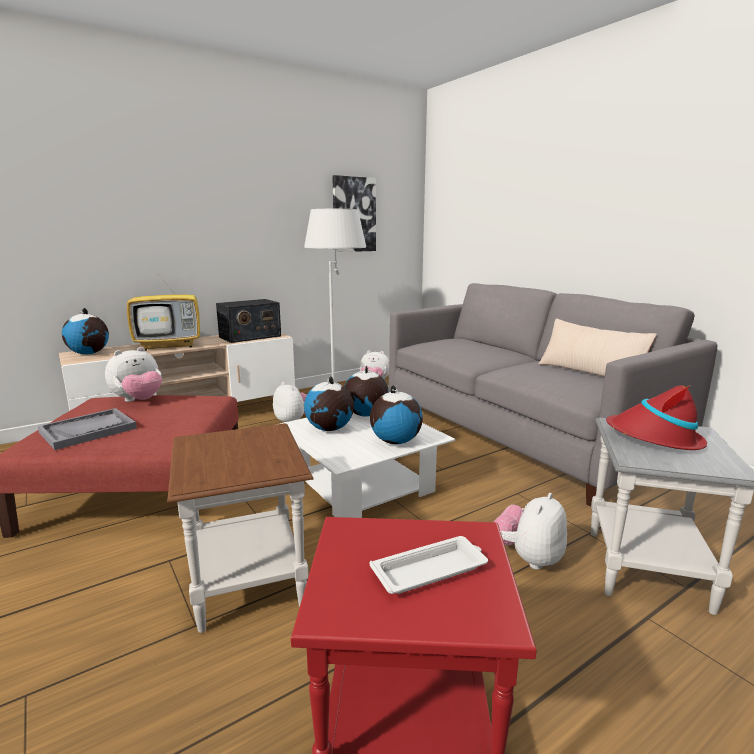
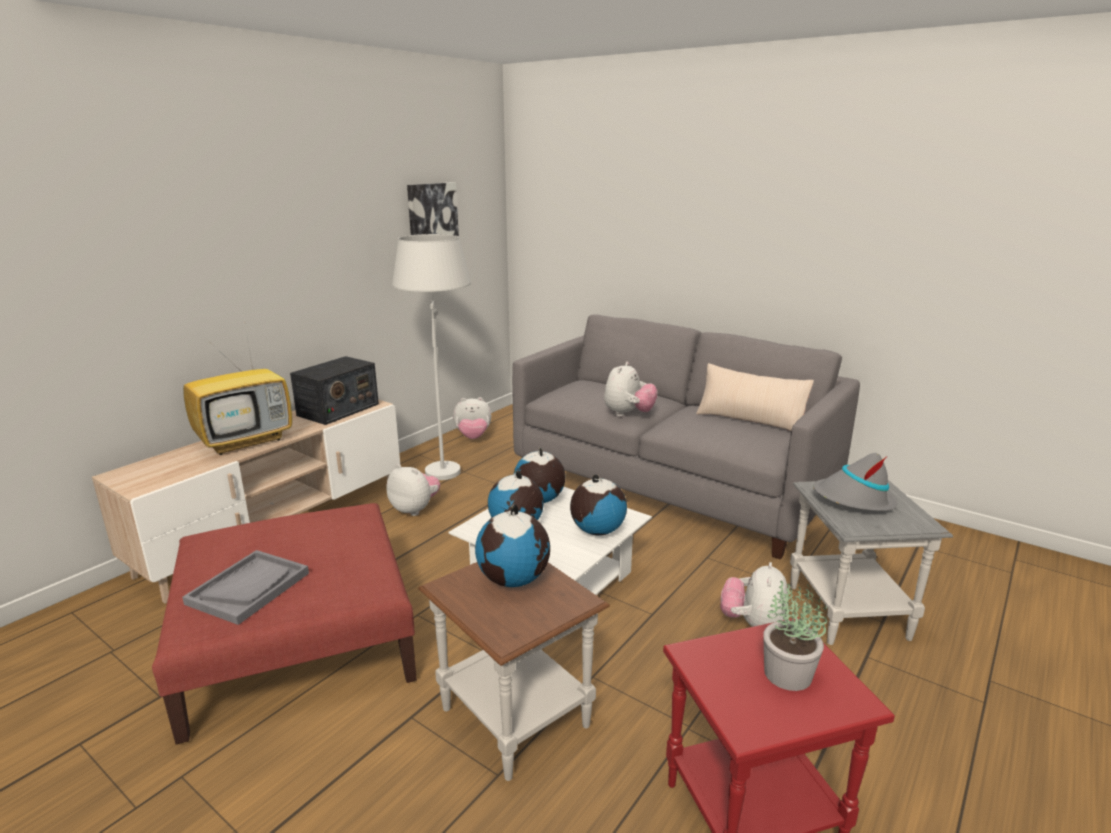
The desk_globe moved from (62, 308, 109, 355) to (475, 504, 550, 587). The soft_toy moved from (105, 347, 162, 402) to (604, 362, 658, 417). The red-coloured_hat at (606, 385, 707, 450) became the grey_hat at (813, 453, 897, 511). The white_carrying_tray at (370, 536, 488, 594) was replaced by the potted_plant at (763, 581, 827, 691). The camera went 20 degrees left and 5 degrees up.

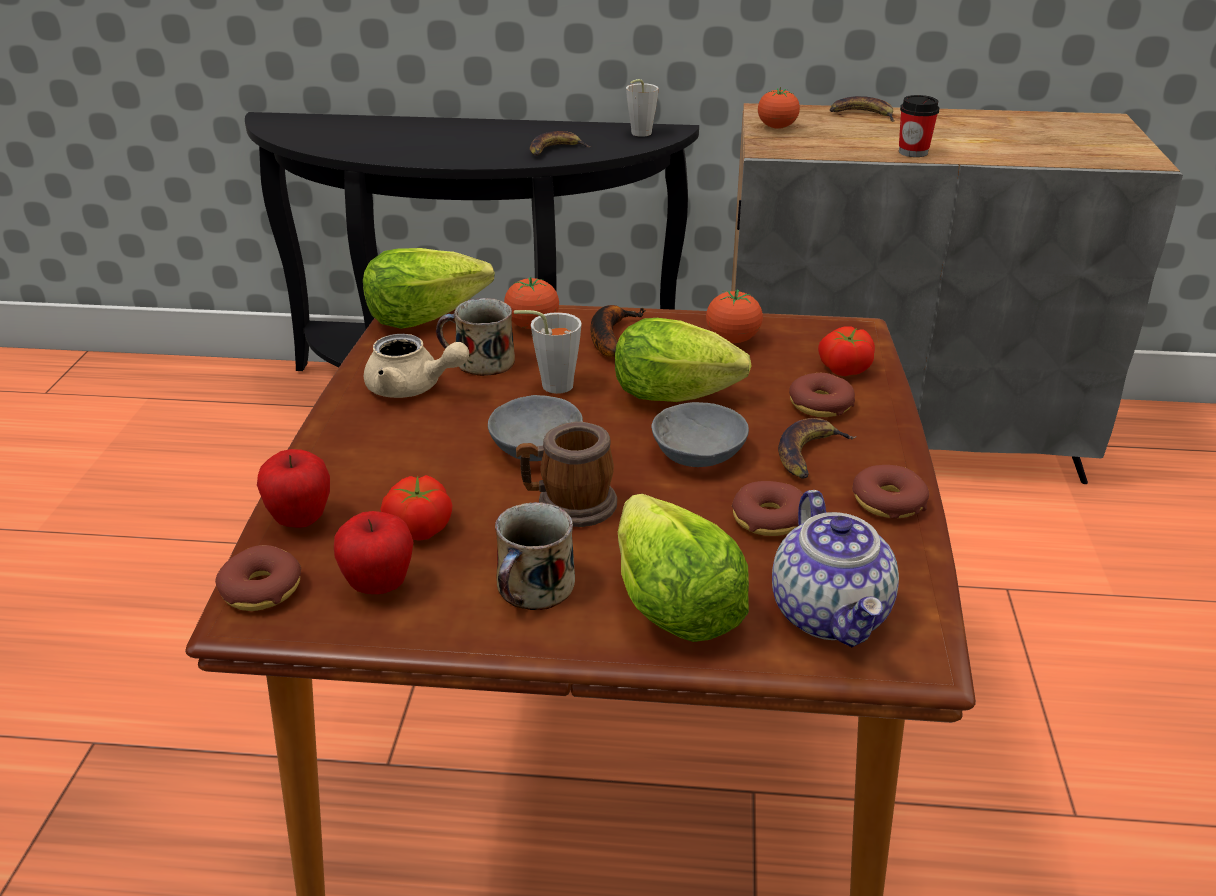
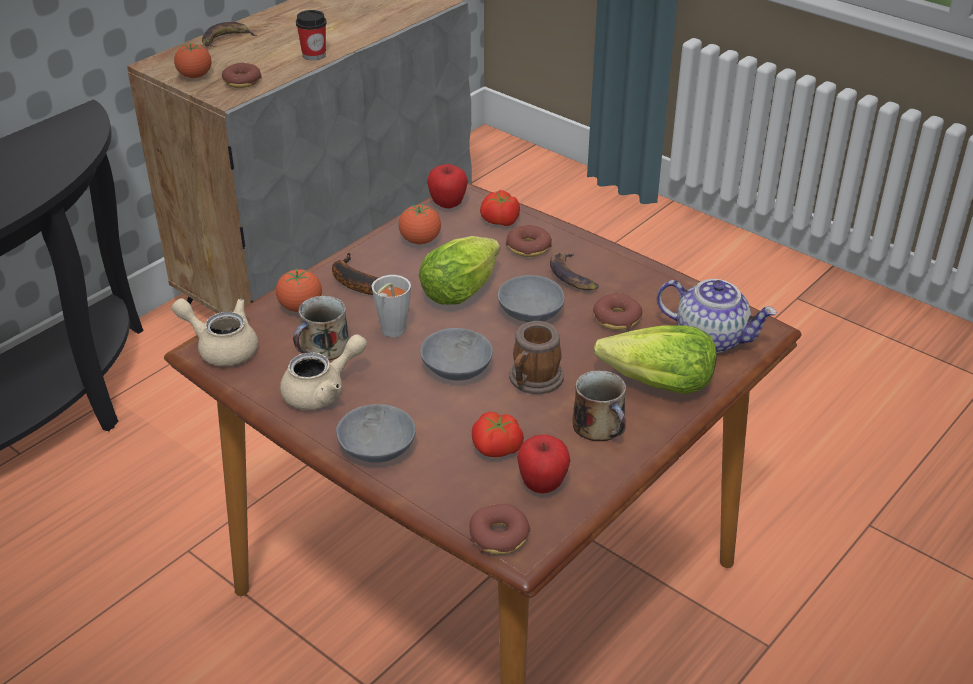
The grey_small_cup at (626, 79, 659, 137) disappeared. The banana at (530, 131, 592, 156) disappeared. The lettuce at (363, 248, 494, 329) was replaced by the sand-coloured_tea_pot at (171, 298, 258, 366). The apple moved from (257, 449, 330, 528) to (427, 164, 468, 209). The donut moved from (852, 465, 929, 518) to (222, 63, 262, 88). The grey_deep_dish at (336, 404, 416, 463) appeared. The camera went 55 degrees left and 5 degrees up.

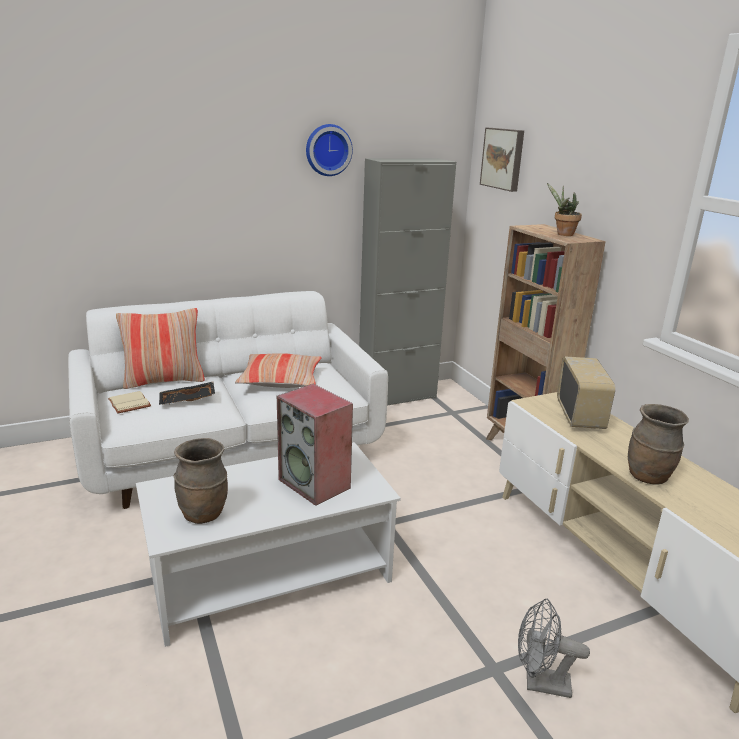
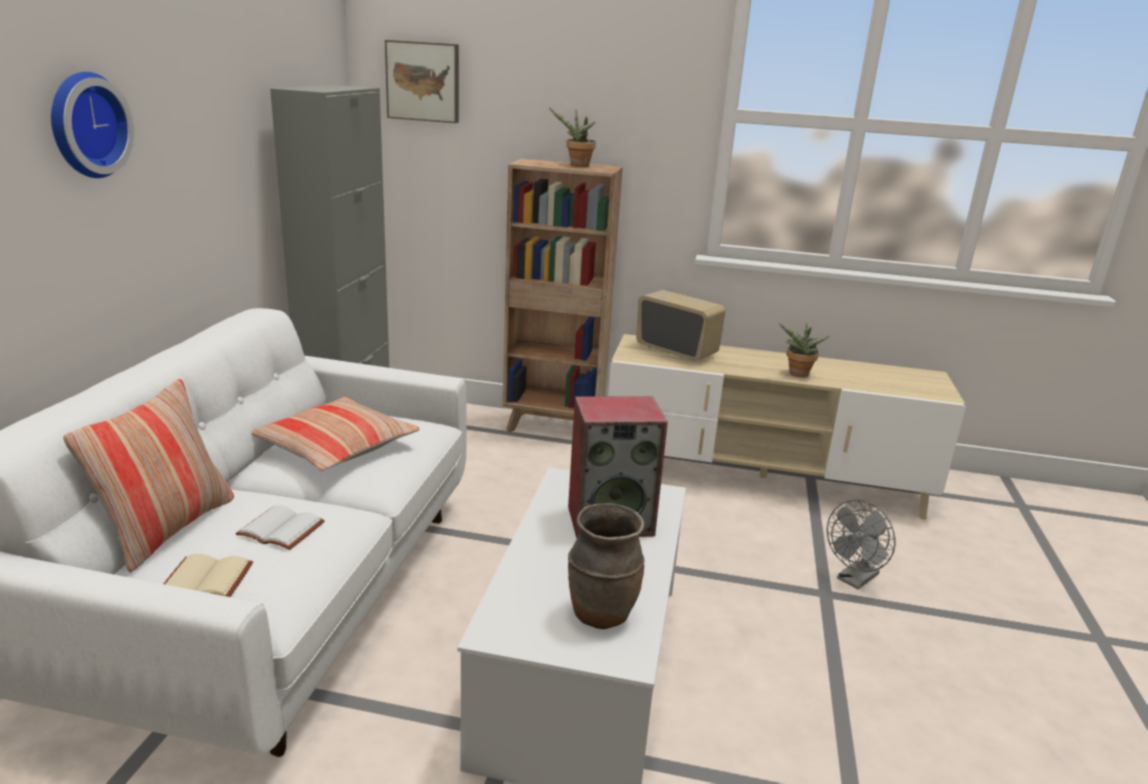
The clock_on_the_wall moved from (306, 124, 353, 176) to (51, 72, 134, 178). The blackish_carrying_tray at (159, 382, 215, 405) was replaced by the white_bound_book at (236, 505, 325, 550). The brown-coloured_vase at (628, 404, 689, 485) was replaced by the potted_plant at (779, 323, 829, 377). The camera went 55 degrees left and 0 degrees up.

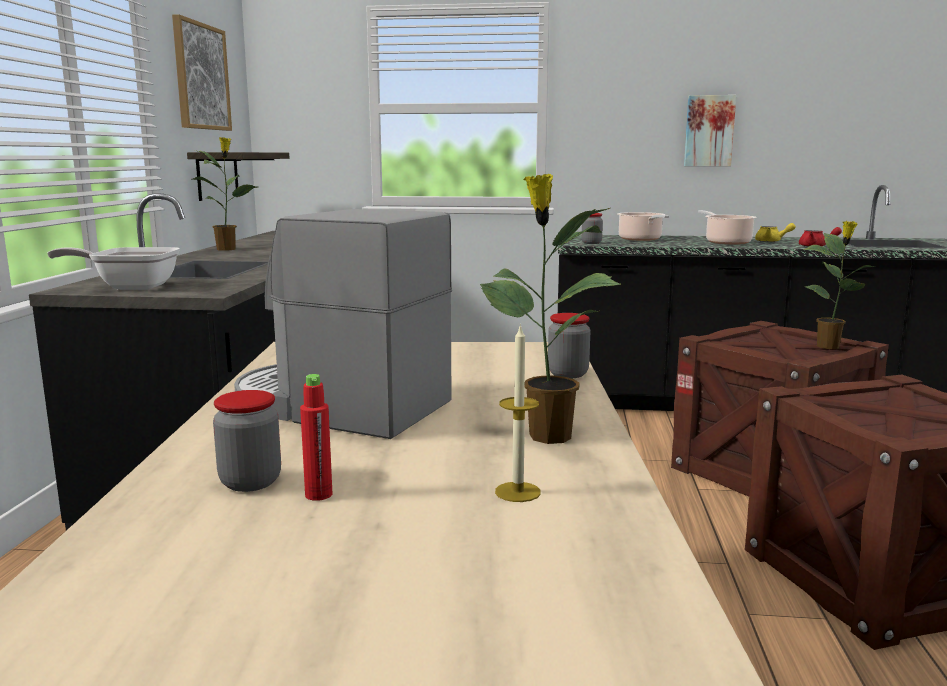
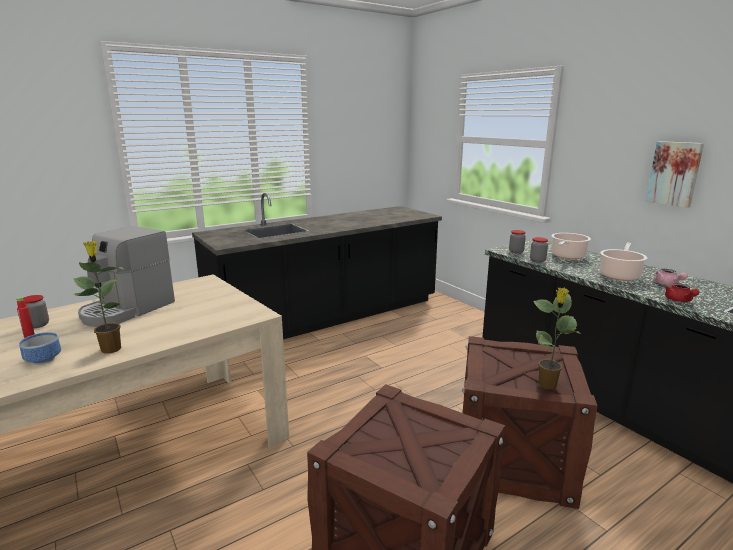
The picture at (172, 14, 232, 131) disappeared. The potted_plant at (192, 137, 258, 251) disappeared. The shelf at (187, 152, 289, 201) disappeared. The coffee_brewer at (234, 209, 452, 439) turned 135 degrees counterclockwise. The yellow_tea_pot at (755, 223, 796, 242) became the pinkish_tea_pot at (654, 269, 688, 286). The frying_pan at (47, 247, 180, 290) disappeared. The jar moved from (548, 313, 590, 378) to (530, 237, 548, 263). The wax_candle at (495, 324, 541, 502) was replaced by the deep_dish at (19, 332, 61, 365). The camera went 50 degrees right and 5 degrees up.

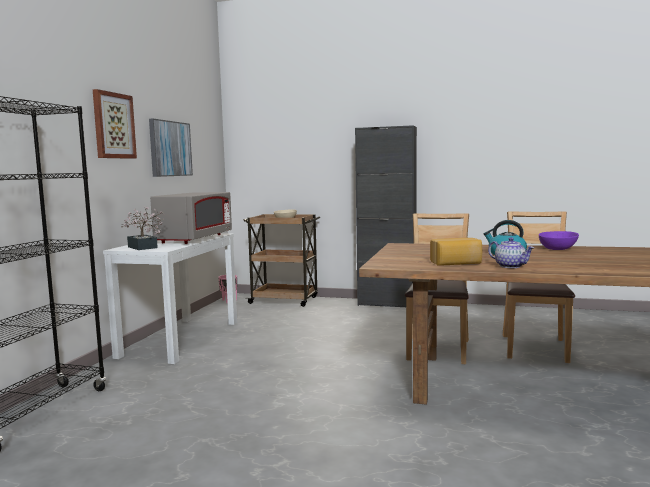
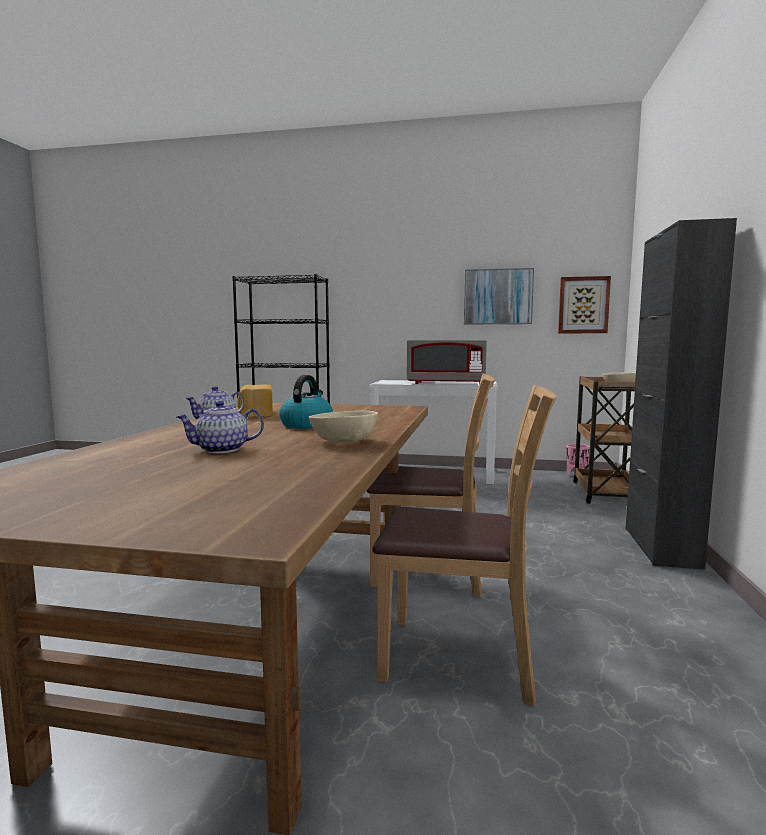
The picture moved from (93, 89, 137, 159) to (558, 276, 611, 333). The potted_plant at (121, 206, 165, 250) disappeared. The purple-coloured_deep_dish at (539, 231, 579, 250) became the sand-coloured_deep_dish at (309, 411, 378, 443). The tea_pot at (176, 401, 264, 453) appeared. The camera went 85 degrees right and 0 degrees up.

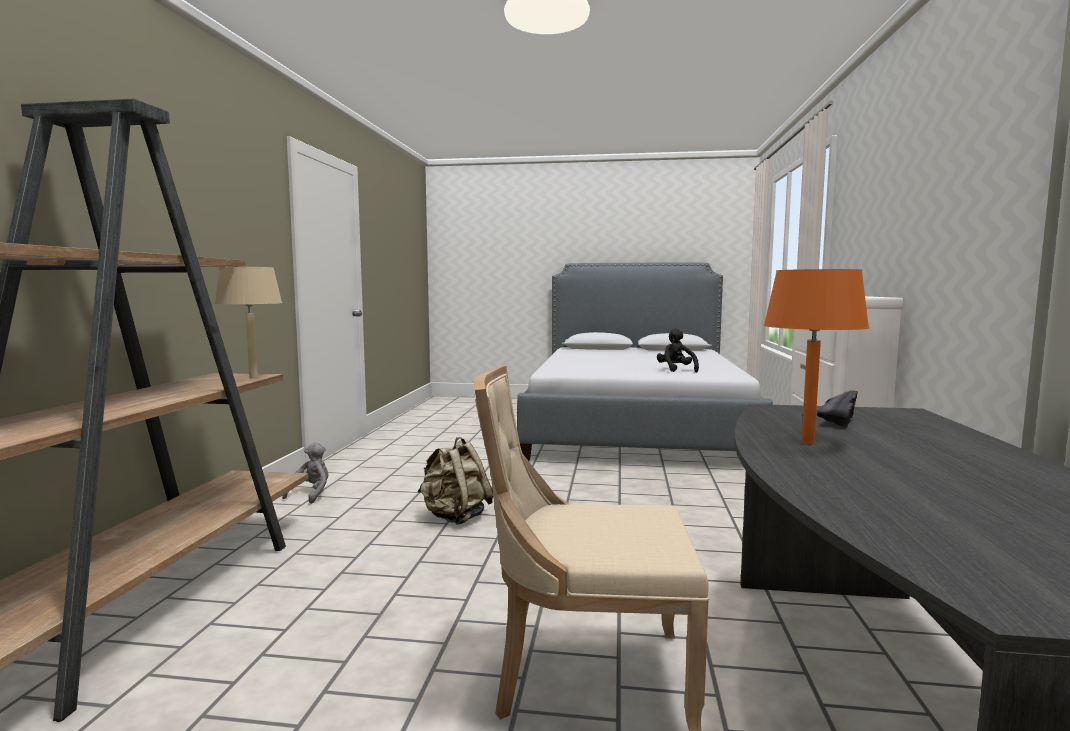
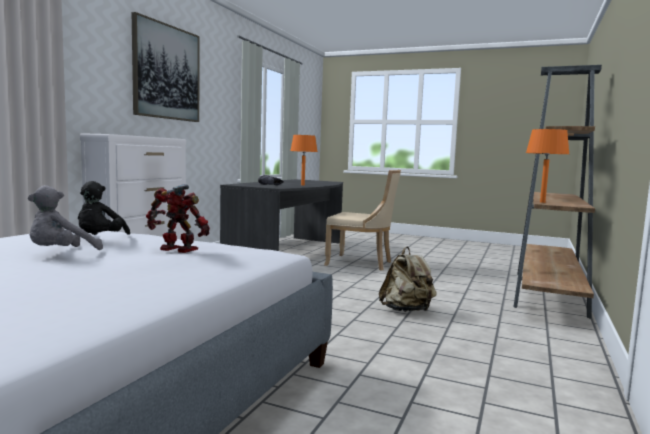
The sand-coloured_table_lamp at (215, 267, 282, 379) became the orangey_table_lamp at (526, 129, 569, 203). The grey_soft_toy moved from (282, 442, 328, 504) to (28, 185, 103, 250). The picture at (132, 12, 199, 122) appeared. The robot_figure at (146, 184, 210, 253) appeared. The camera went 165 degrees left and 0 degrees up.

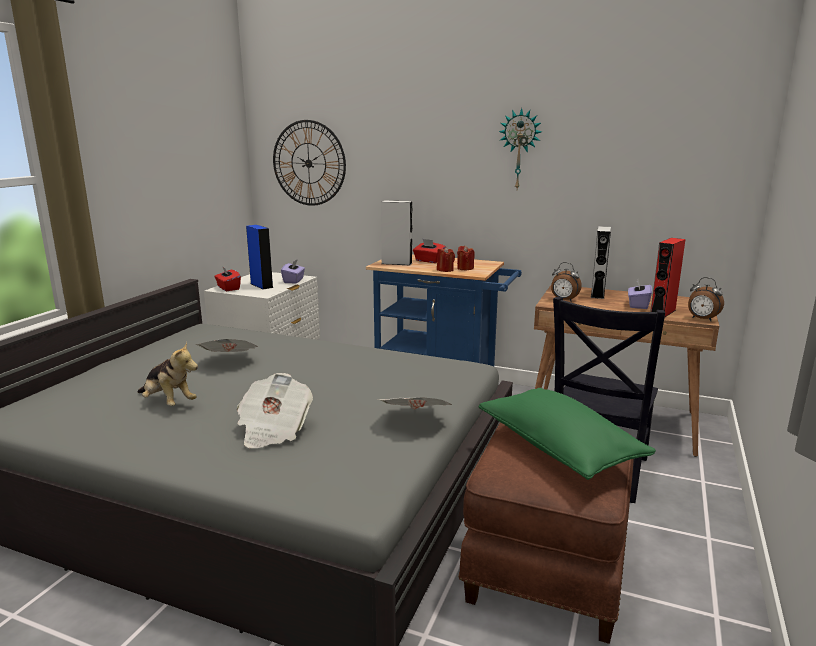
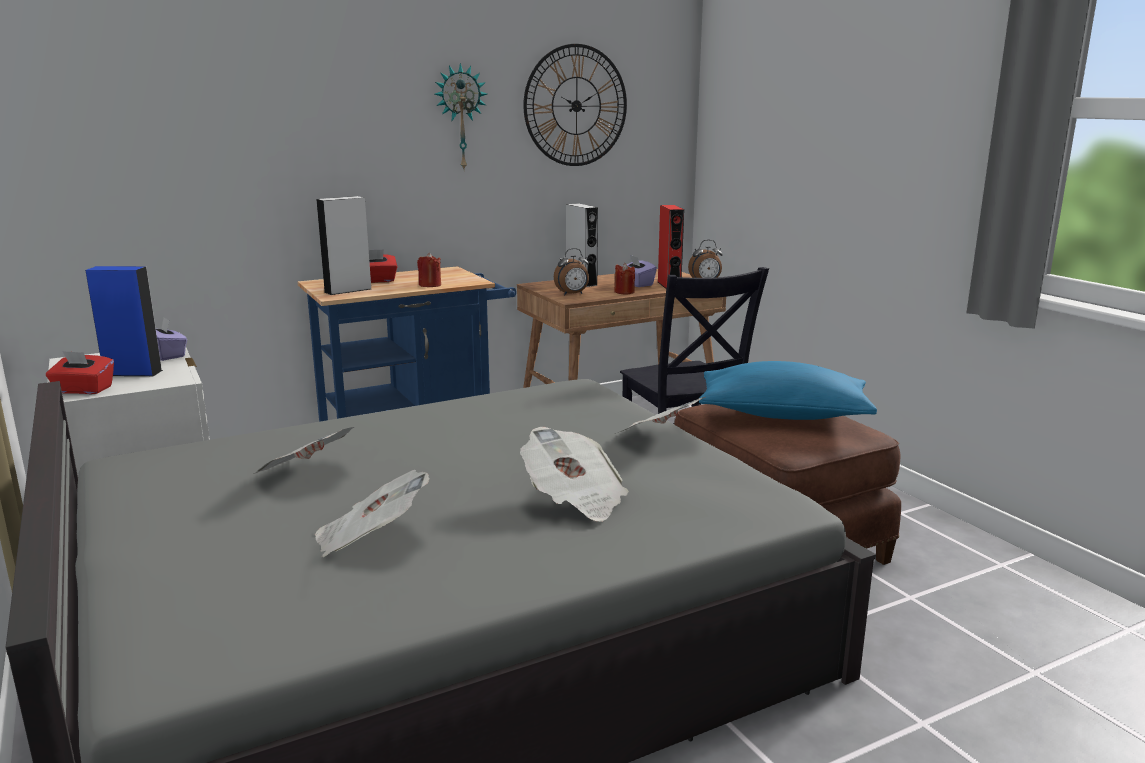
The clock_on_the_wall moved from (273, 120, 346, 206) to (523, 44, 627, 166). The red-coloured_wax_candle moved from (457, 245, 474, 270) to (614, 263, 635, 294). The soft_toy at (138, 342, 198, 406) was replaced by the newspaper at (315, 470, 429, 557). The green-coloured_cushion at (478, 388, 656, 480) became the bluish_cushion at (699, 361, 877, 420). The camera went 50 degrees left and 0 degrees up.

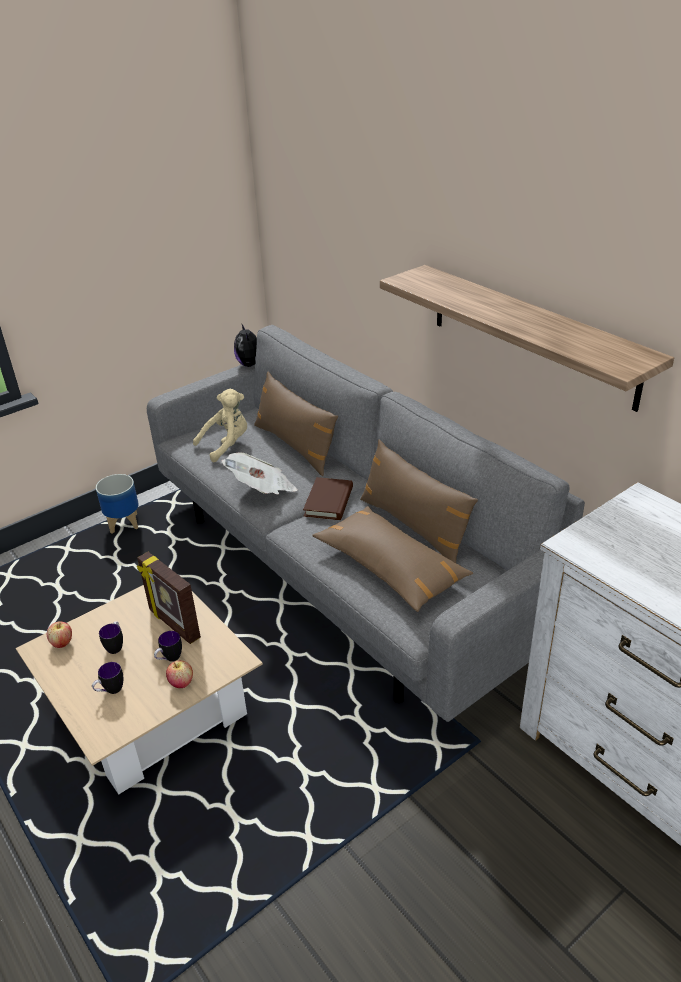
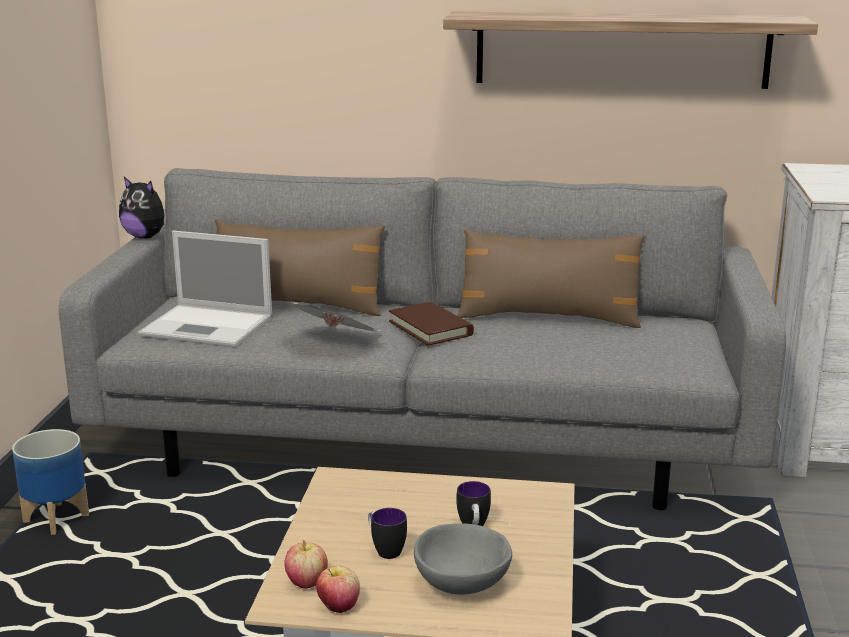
The sand-coloured_soft_toy at (193, 389, 247, 462) was replaced by the laptop at (138, 231, 272, 348). The brown-coloured_cushion at (312, 506, 473, 612) disappeared. The photo_frame at (137, 552, 201, 644) disappeared. The apple moved from (166, 660, 193, 688) to (316, 566, 360, 613). The mug at (92, 662, 123, 694) was replaced by the grey_deep_dish at (414, 523, 512, 595). The camera went 45 degrees left and 15 degrees down.

